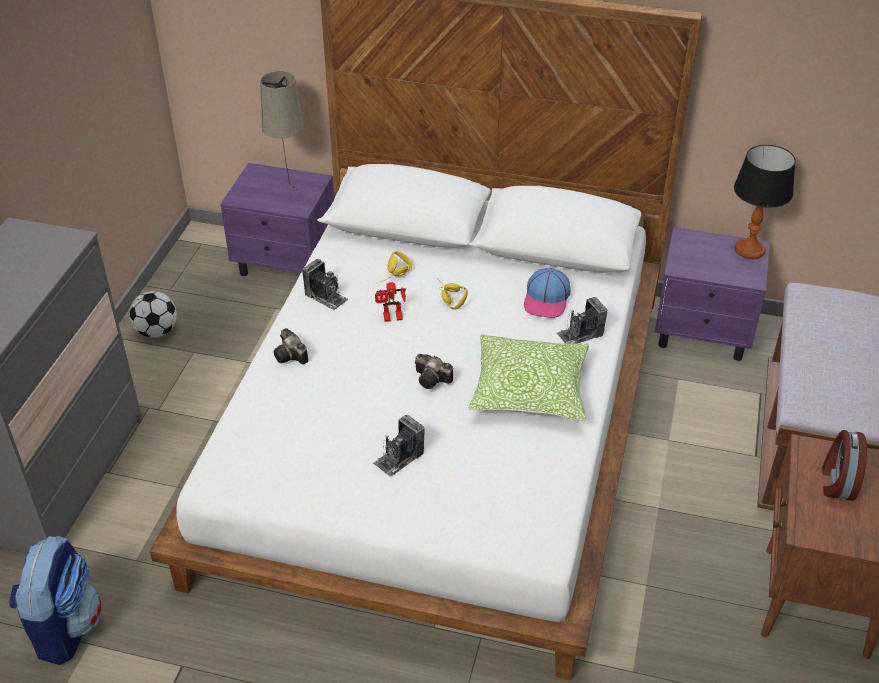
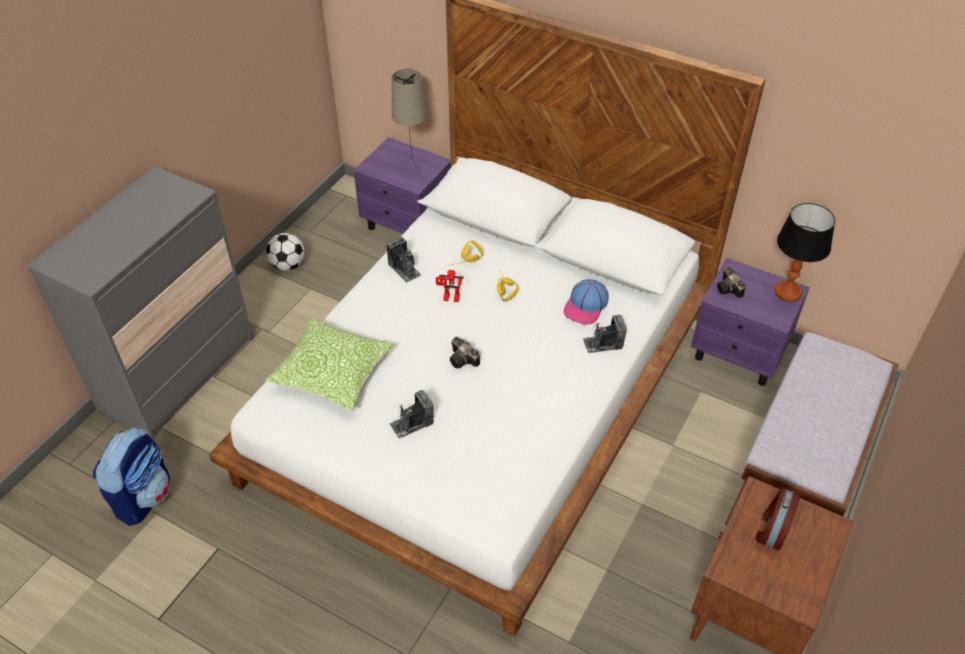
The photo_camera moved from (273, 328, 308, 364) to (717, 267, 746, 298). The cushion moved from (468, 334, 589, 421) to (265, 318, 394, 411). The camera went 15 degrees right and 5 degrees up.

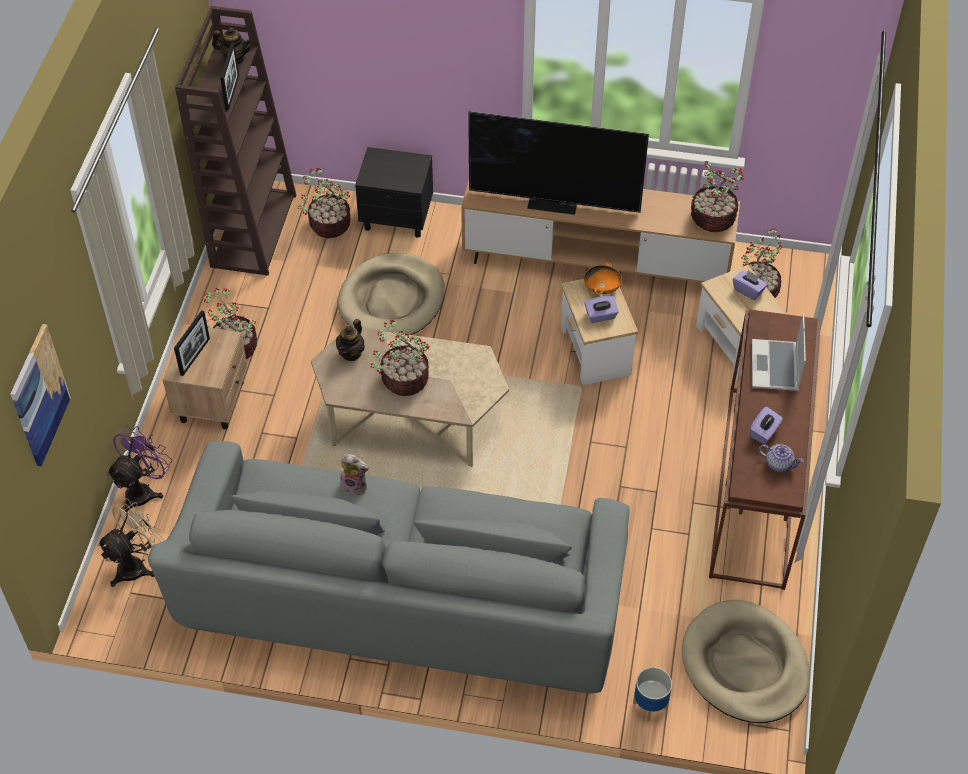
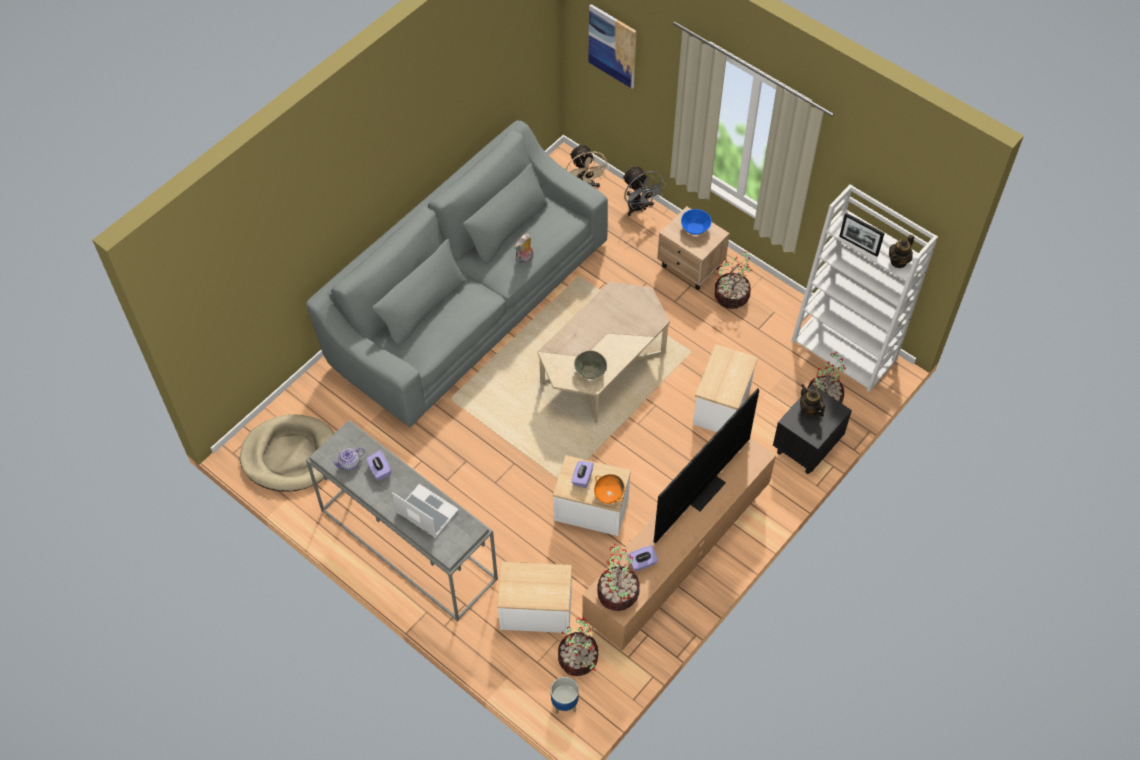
The brown-coloured_bookcase at (175, 6, 296, 276) became the white_bookcase at (791, 184, 938, 392). The sand-coloured_pet_bed at (337, 252, 445, 335) was replaced by the side_table at (693, 344, 758, 432). The purple-coloured_box_of_tissues moved from (733, 270, 767, 300) to (627, 546, 658, 572). The brown-coloured_console_table at (709, 309, 820, 590) became the grey_console_table at (306, 420, 498, 622). The photo_frame at (174, 310, 210, 376) was replaced by the bluish_deep_dish at (681, 209, 712, 235). The tea_pot moved from (336, 319, 365, 361) to (800, 384, 825, 417). The potted_plant at (370, 320, 430, 396) disappeared. The purple-coloured_electric_fan at (107, 426, 172, 513) became the grey_electric_fan at (623, 166, 666, 216). The plant_pot moved from (633, 667, 672, 721) to (551, 677, 579, 714). The grey_deep_dish at (574, 351, 607, 379) appeared. The camera went 120 degrees right and 5 degrees up.

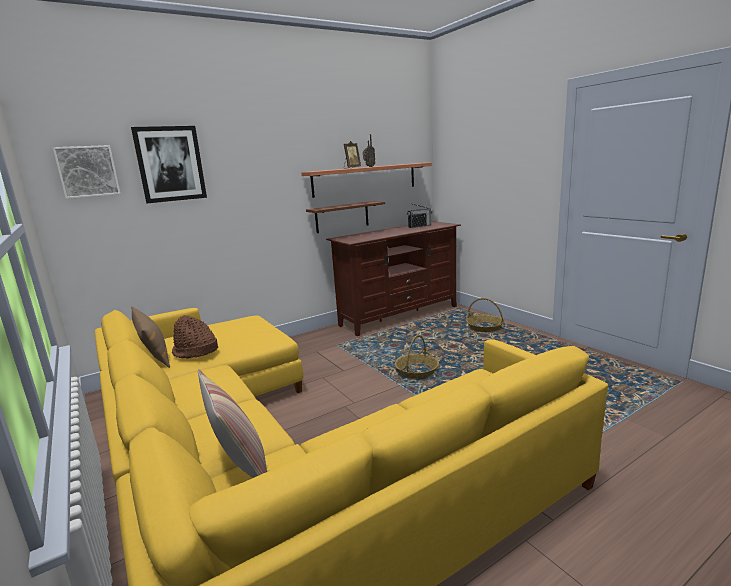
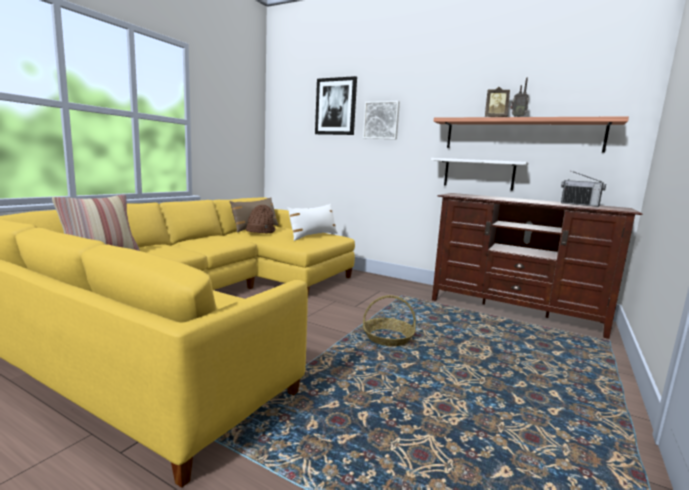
The picture moved from (53, 145, 121, 199) to (363, 101, 400, 139). The brown-coloured_shelf at (306, 201, 385, 233) became the white_shelf at (431, 158, 528, 191). The storage_basket at (466, 298, 504, 332) disappeared. The white_cushion at (287, 204, 338, 241) appeared. The camera went 60 degrees right and 5 degrees down.

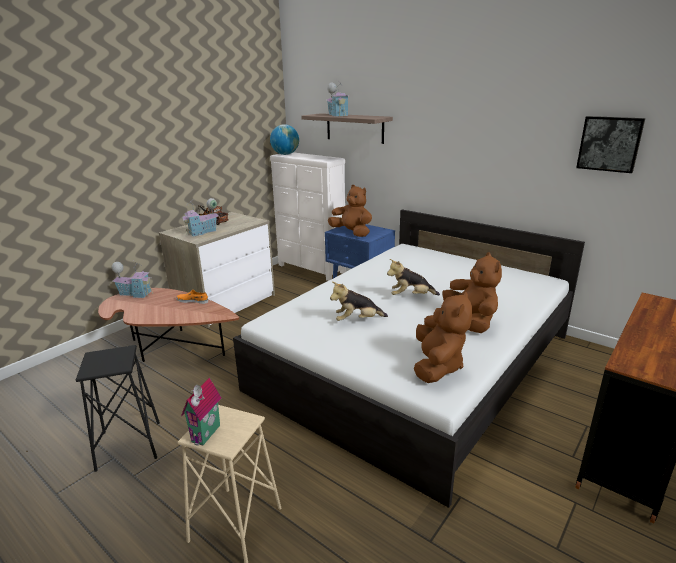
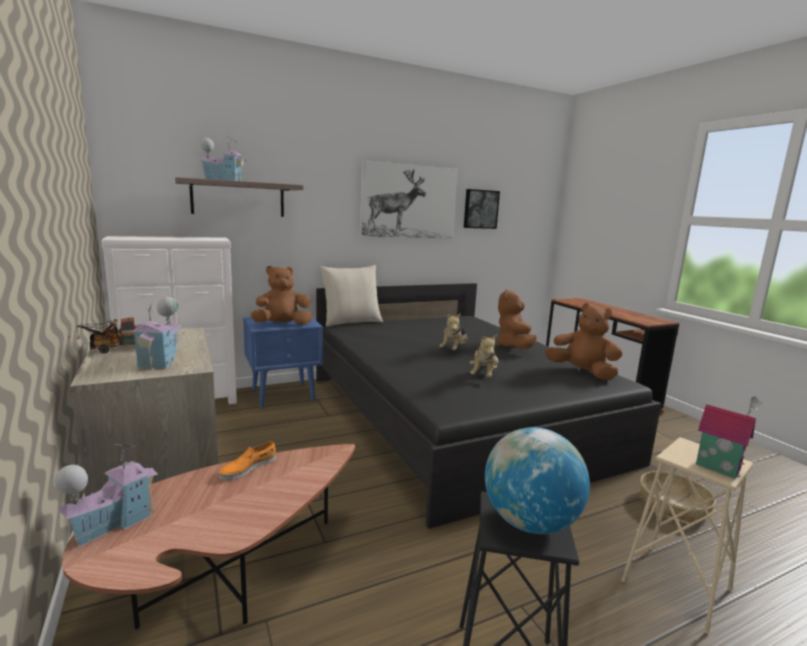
The desk_globe moved from (270, 124, 299, 155) to (485, 427, 590, 534). The white_sleeping_bed at (233, 210, 585, 508) became the blackish_sleeping_bed at (316, 283, 662, 529). The brown-coloured_soft_toy at (442, 252, 502, 333) turned 90 degrees counterclockwise. The picture at (360, 160, 458, 239) appeared. The sand-coloured_cushion at (320, 265, 383, 327) appeared. The storage_basket at (640, 471, 716, 523) appeared. The camera went 65 degrees left and 10 degrees down.

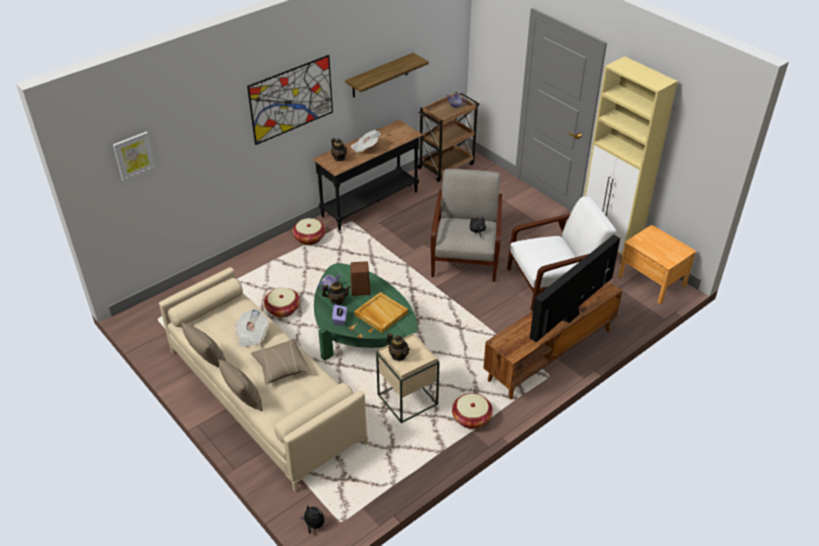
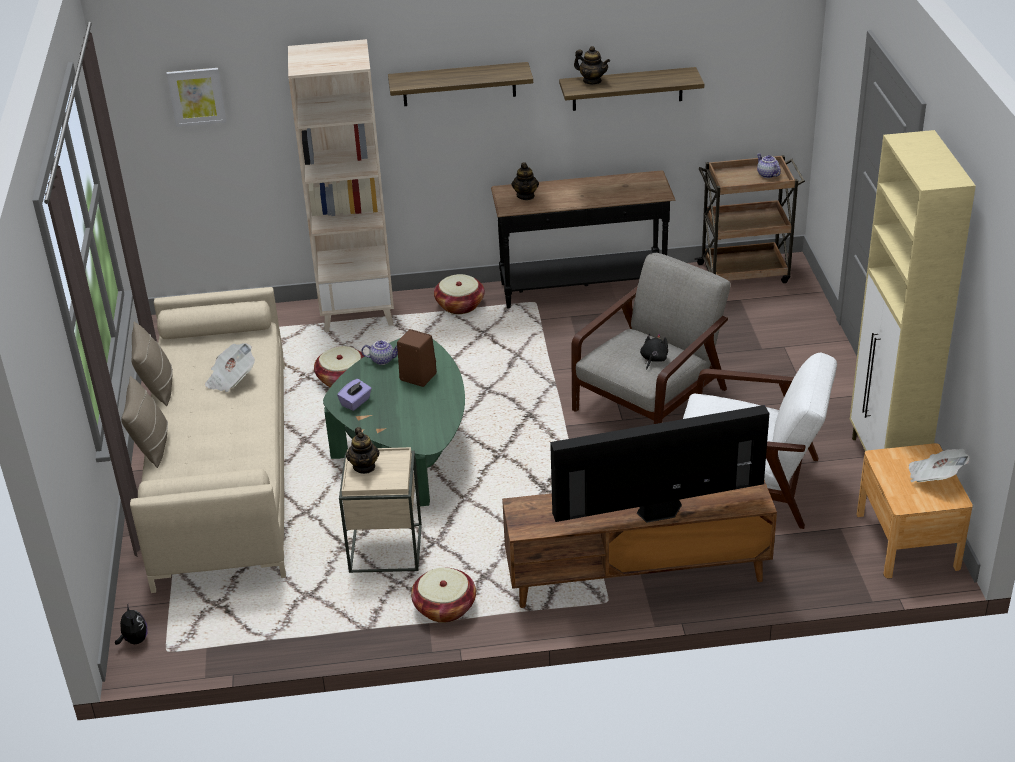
The picture at (247, 55, 333, 145) was replaced by the shelf at (388, 62, 533, 106). The newspaper moved from (351, 130, 381, 153) to (909, 449, 969, 482). The tea_pot moved from (322, 281, 351, 305) to (574, 46, 610, 84). The sand-coloured_carrying_tray at (354, 292, 408, 333) disappeared. The sand-coloured_cushion at (251, 339, 310, 385) disappeared. The sand-coloured_bookcase at (288, 39, 394, 332) appeared. The camera went 35 degrees right and 5 degrees down.

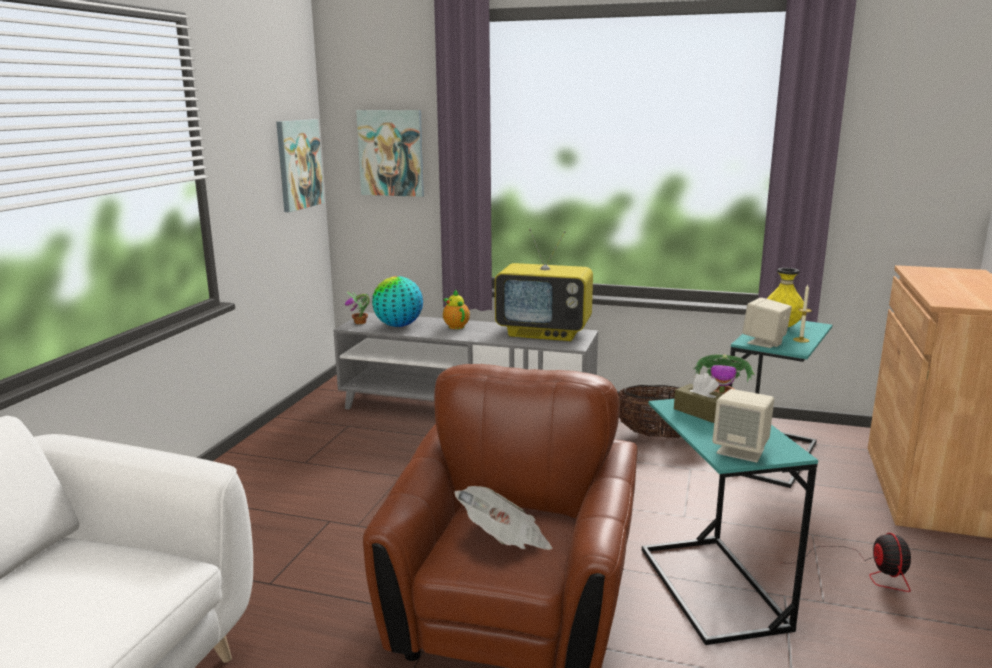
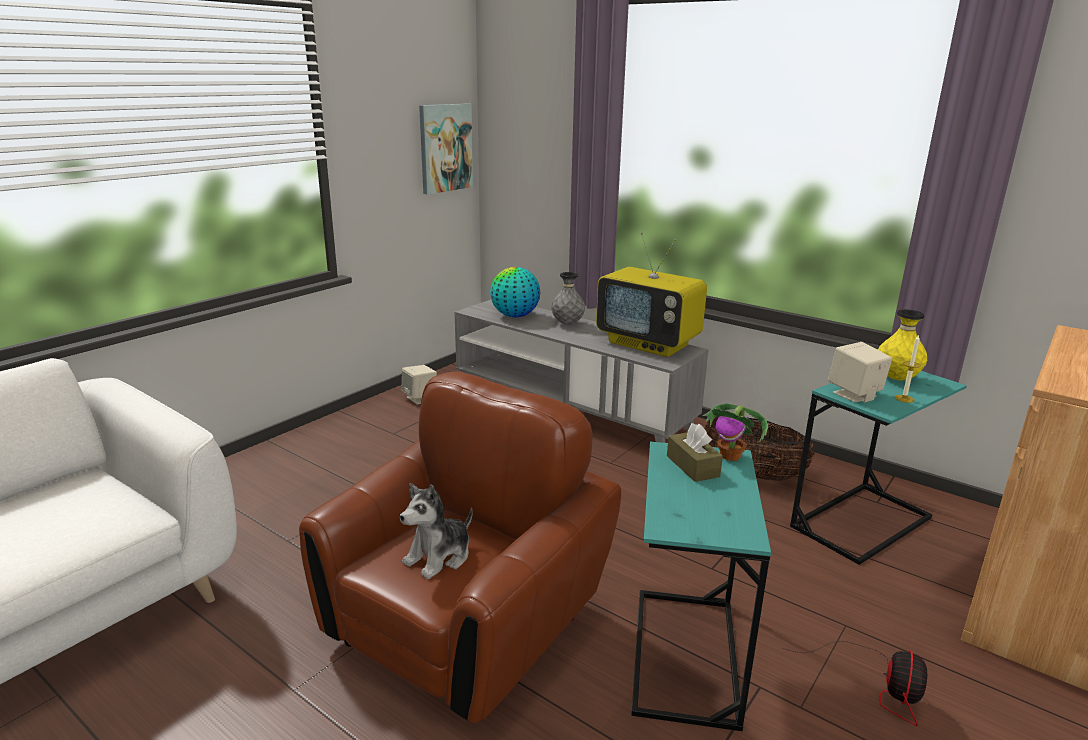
The picture at (356, 110, 424, 197) disappeared. The tea_pot at (443, 289, 470, 329) was replaced by the grey_vase at (551, 272, 585, 325). The potted_plant at (345, 291, 370, 324) disappeared. The sand-coloured_audio_speaker moved from (712, 389, 774, 462) to (402, 365, 437, 405). The newspaper at (454, 486, 553, 550) was replaced by the soft_toy at (400, 483, 473, 579). The camera went 20 degrees right and 5 degrees up.

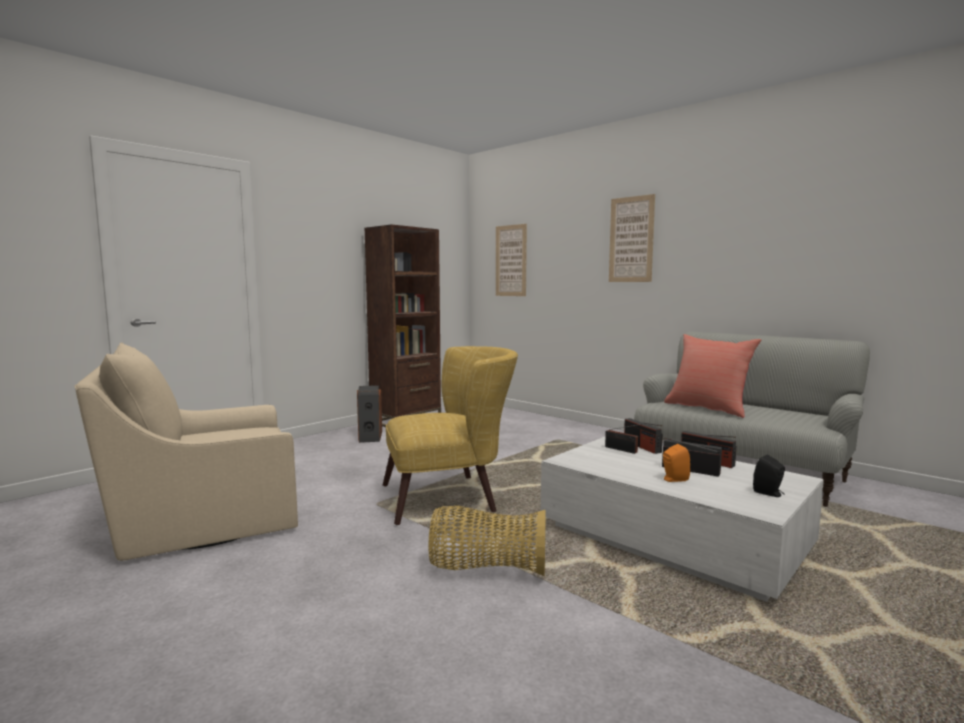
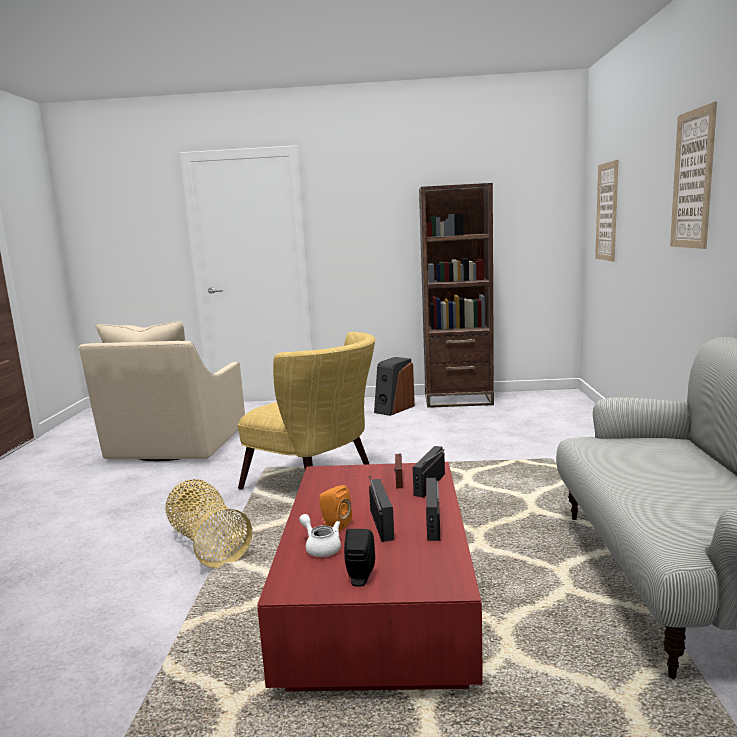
The red-coloured_cushion at (664, 334, 761, 418) disappeared. The sand-coloured_lounge_chair at (74, 342, 298, 561) turned 105 degrees counterclockwise. The white_low_table at (541, 437, 824, 602) became the red-coloured_low_table at (257, 462, 483, 692). The white_tea_pot at (299, 514, 341, 557) appeared. The camera went 50 degrees right and 5 degrees up.

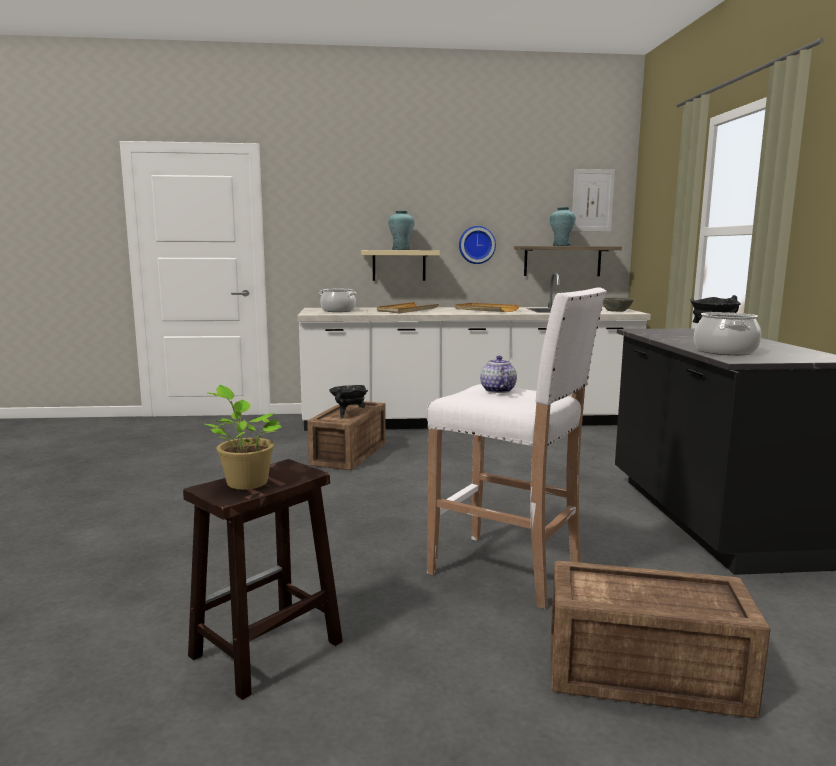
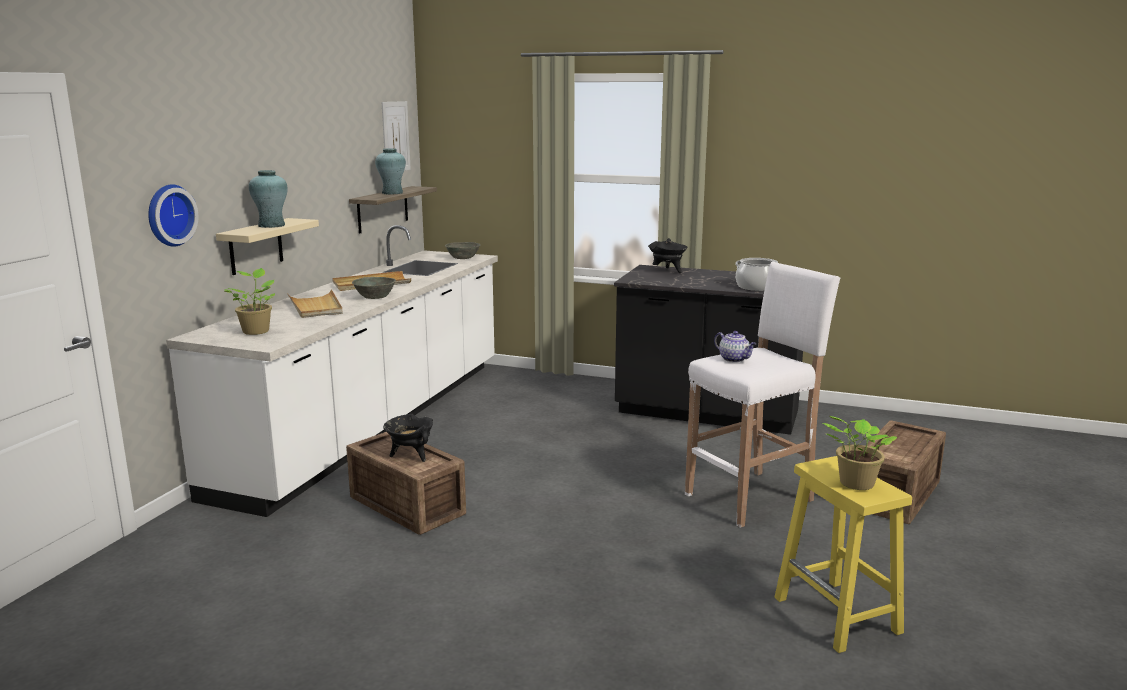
The clock_on_the_wall moved from (459, 226, 496, 264) to (148, 184, 198, 247). The stockpot at (320, 289, 357, 312) was replaced by the potted_plant at (224, 268, 275, 335). The tea_pot at (480, 356, 517, 393) turned 150 degrees counterclockwise. The brown-coloured_stool at (183, 459, 343, 700) became the yellow_stool at (775, 456, 912, 653). The grey_deep_dish at (352, 277, 396, 299) appeared. The camera went 65 degrees left and 5 degrees up.

